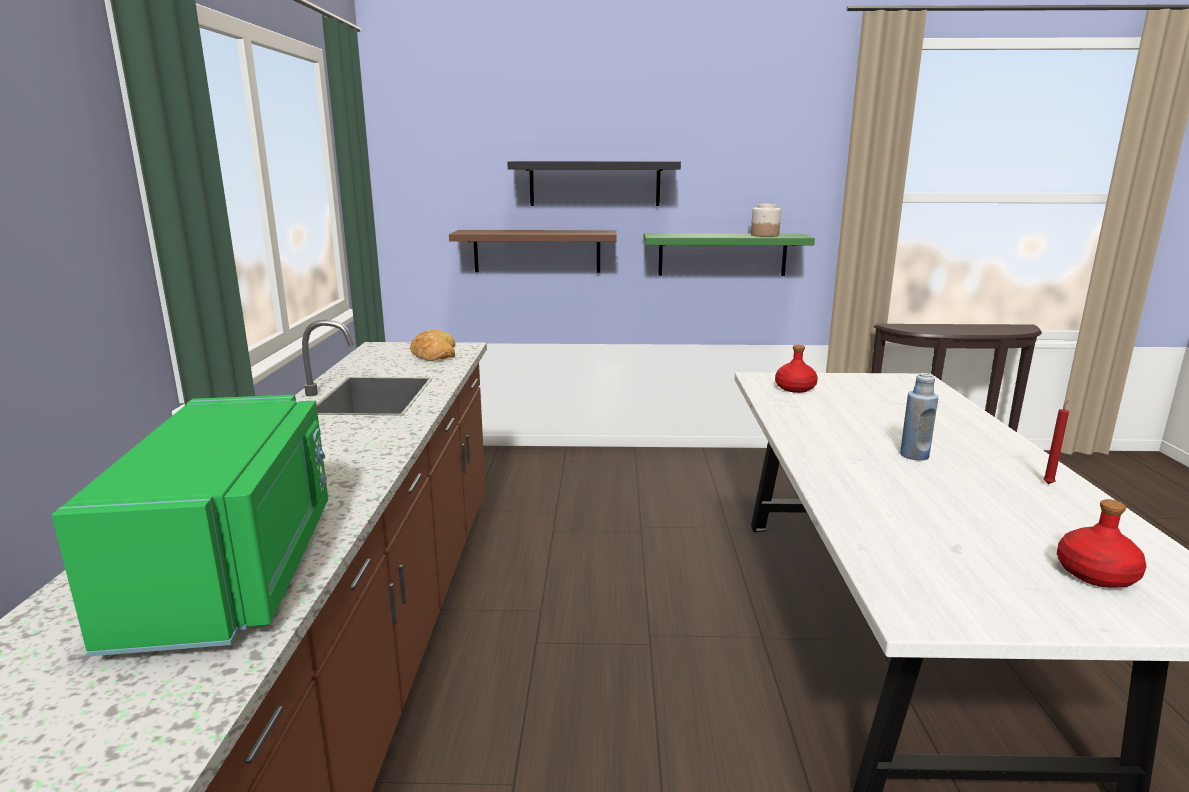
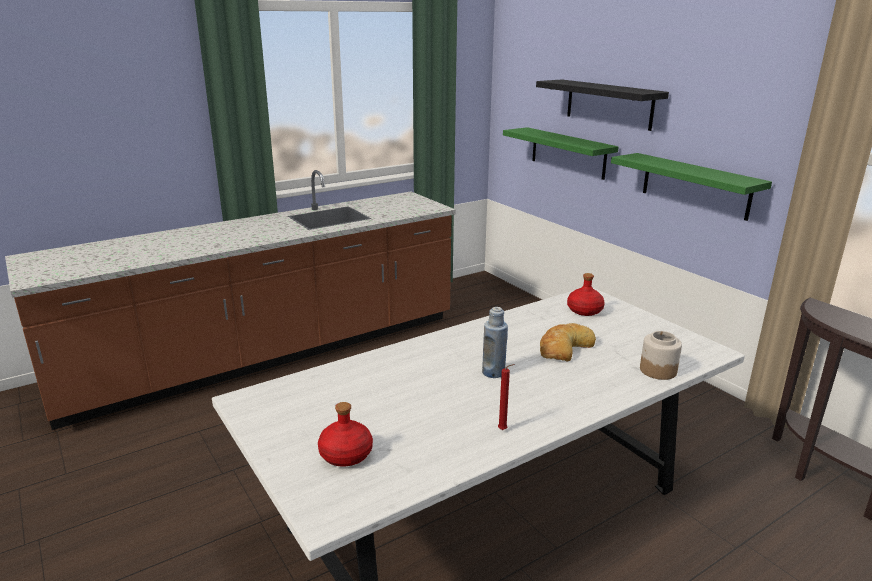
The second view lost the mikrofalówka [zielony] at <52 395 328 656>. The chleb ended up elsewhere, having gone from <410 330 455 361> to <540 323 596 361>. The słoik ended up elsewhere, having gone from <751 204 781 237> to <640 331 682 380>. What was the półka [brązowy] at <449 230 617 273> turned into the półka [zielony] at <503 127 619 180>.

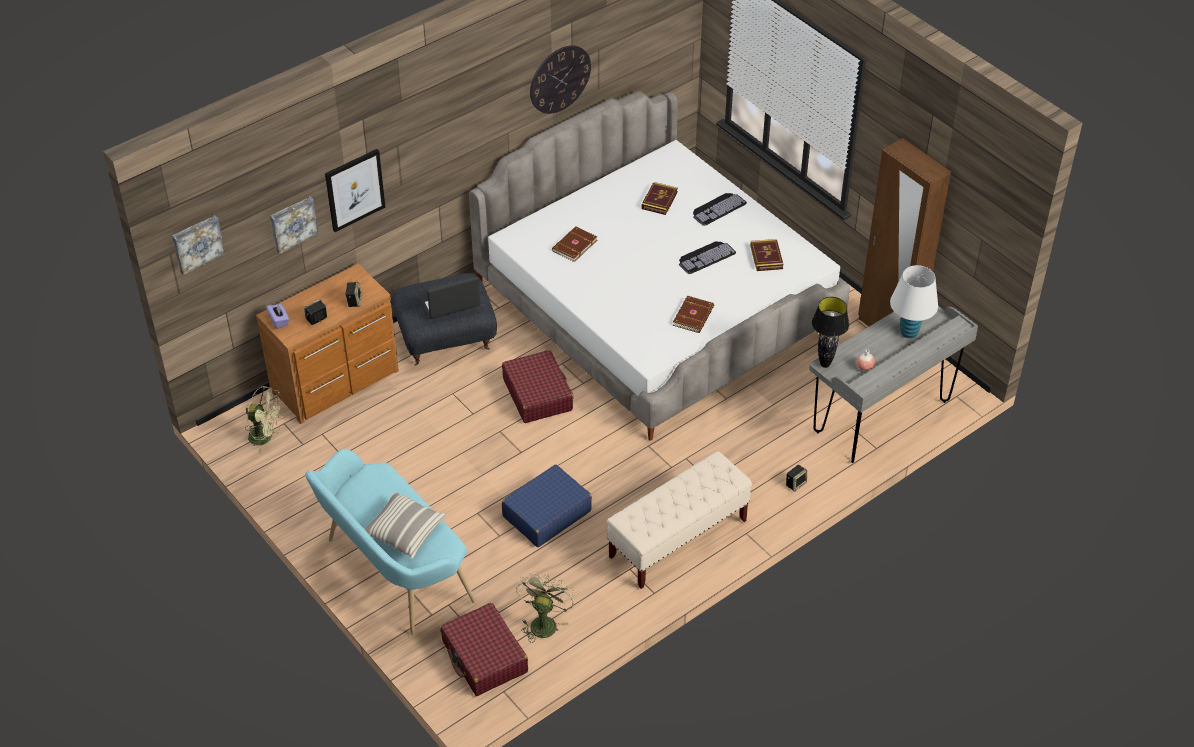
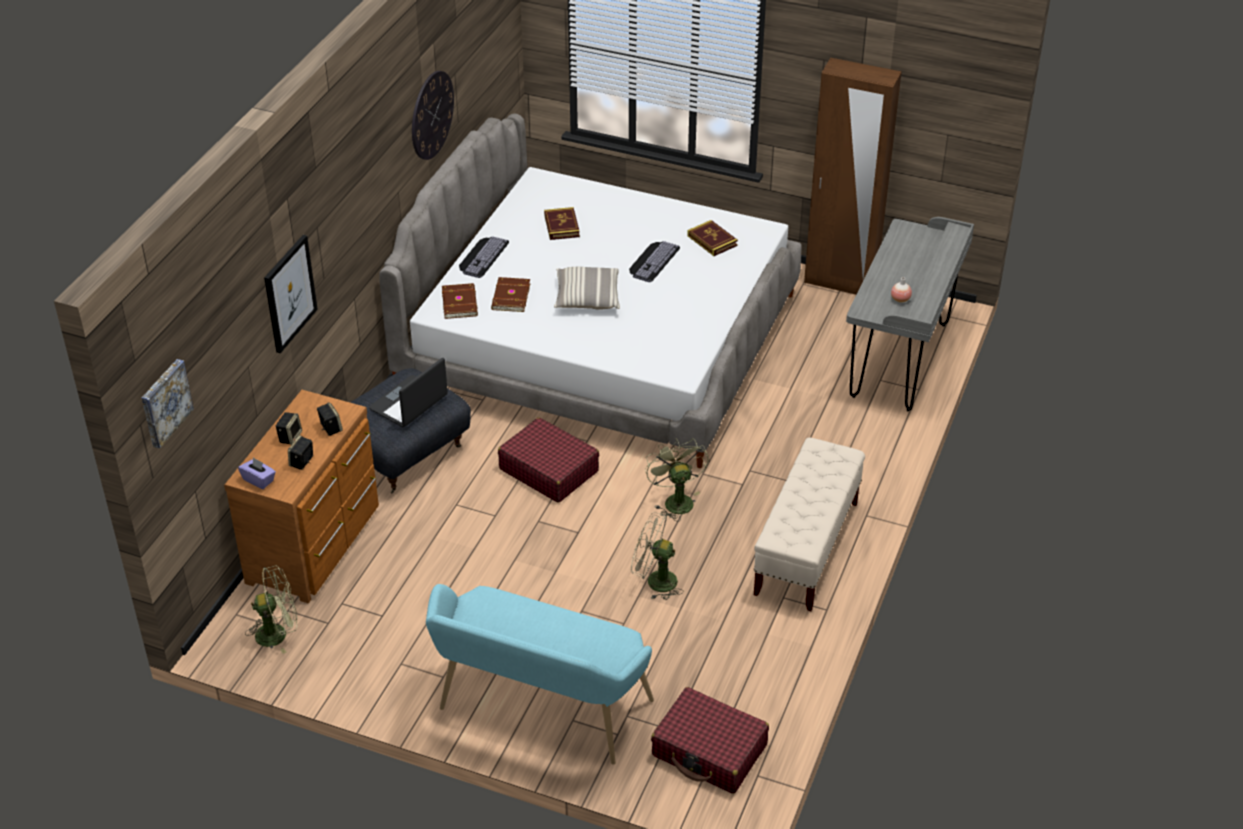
The second view lost the obraz at <270 197 319 254>. The second view lost the lampa stołowa [czarny] at <812 297 849 368>. The second view lost the lampa stołowa [biały] at <890 265 938 338>. The poduszka ended up elsewhere, having gone from <364 491 446 559> to <554 267 620 310>. The wentylator [zielony] ended up elsewhere, having gone from <516 573 575 643> to <645 438 709 521>. The książka [brązowy] ended up elsewhere, having gone from <673 295 714 333> to <442 283 478 319>. The klawiatura ended up elsewhere, having gone from <693 193 747 226> to <459 236 509 278>. The głośnik ended up elsewhere, having gone from <786 465 807 492> to <276 412 302 445>. Where the walizka [niebieski] stood at <502 465 592 547>, the wentylator [beżowy] came to stand at <631 512 684 600>.

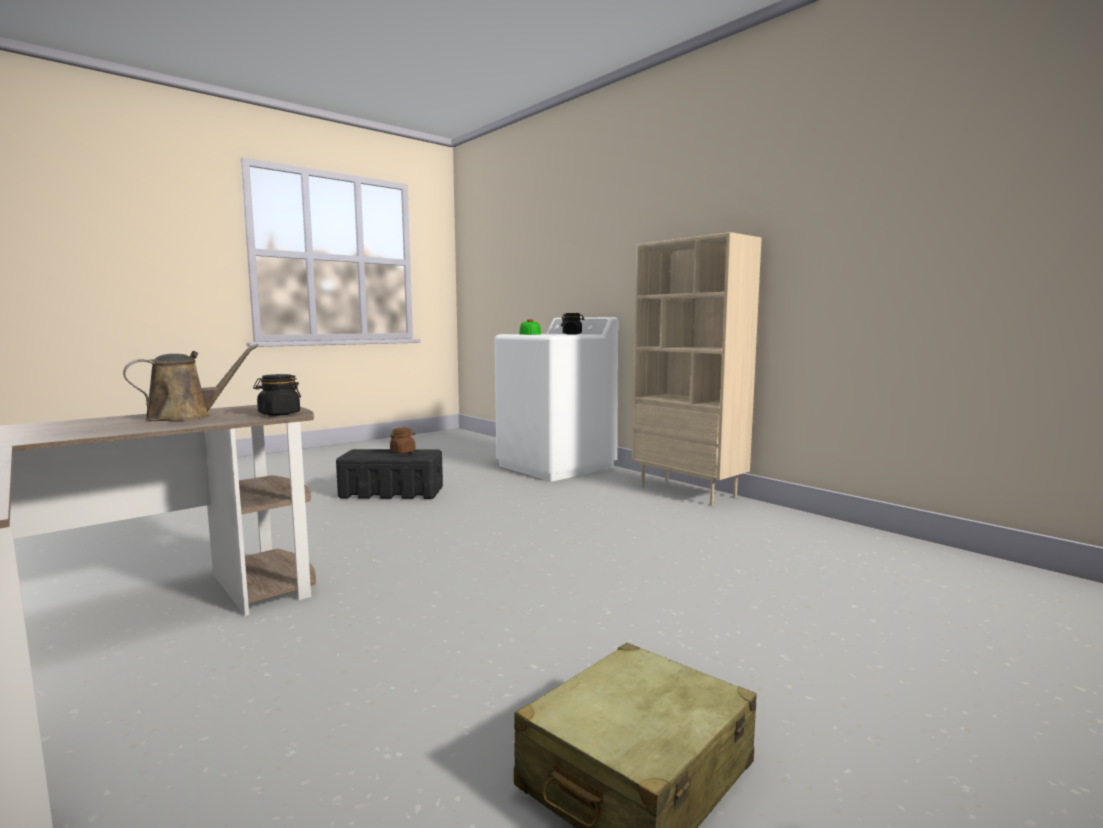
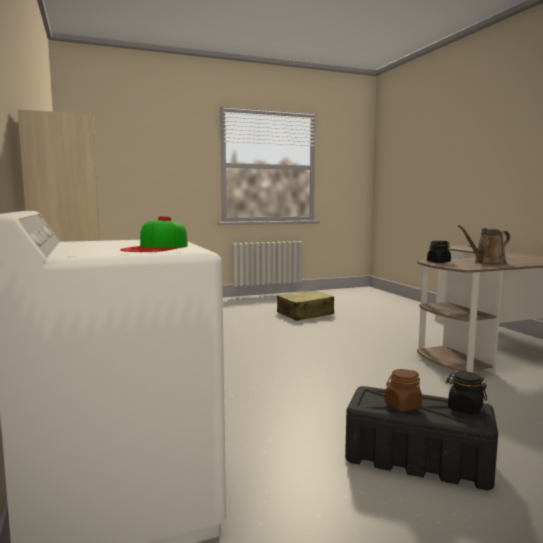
The słoik [czarny] ended up elsewhere, having gone from <561 313 584 334> to <446 371 487 414>.

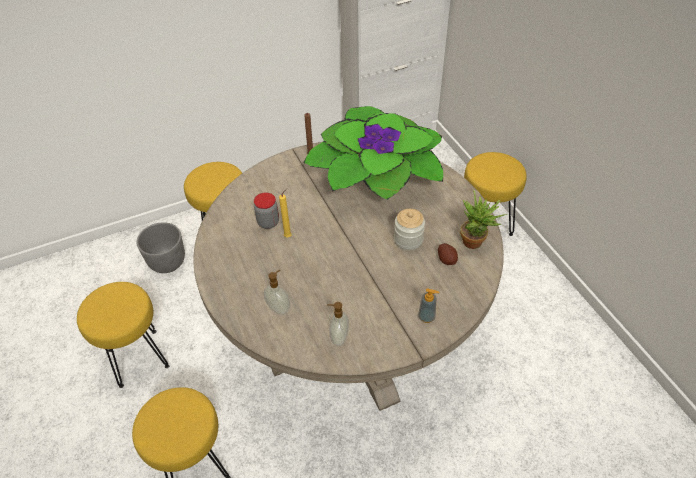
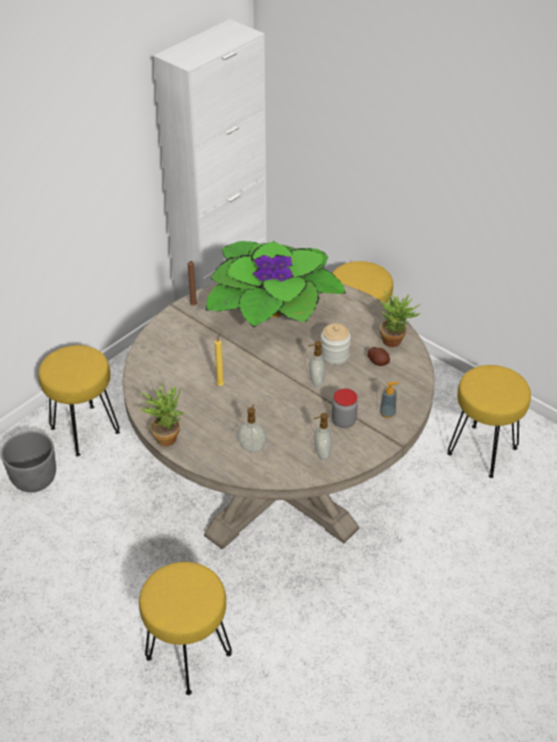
The second view gained the roślina doniczkowa at <140 382 185 446>. The second view gained the dozownik mydła at <308 341 326 387>. The stołek [żółty] ended up elsewhere, having gone from <77 282 169 388> to <447 365 531 478>. The słoik ended up elsewhere, having gone from <254 192 279 229> to <332 389 358 428>.

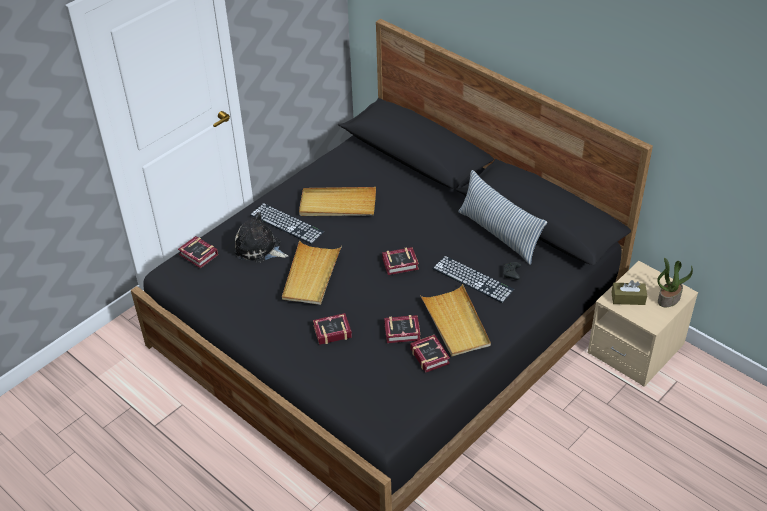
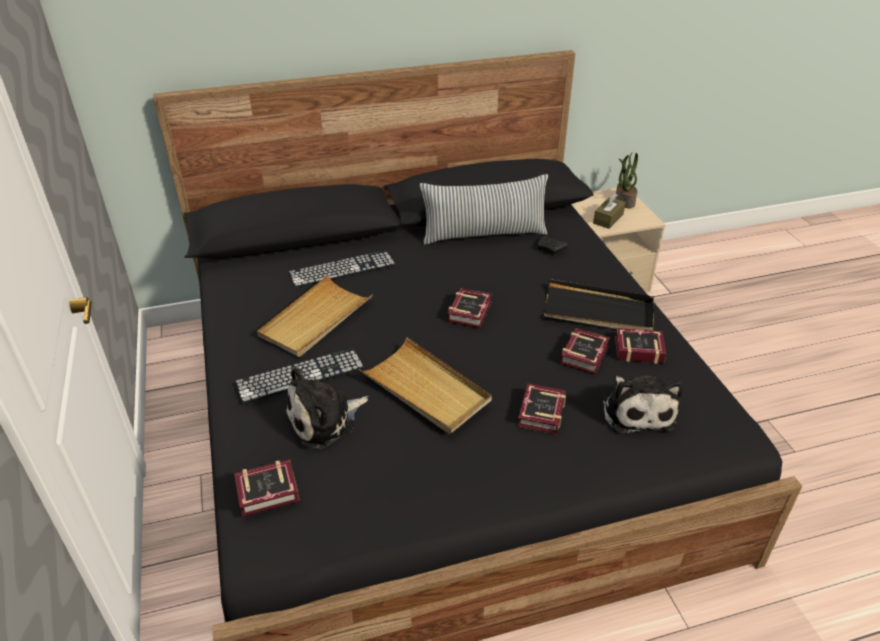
The second view gained the pluszak at <602 375 683 434>. The klawiatura ended up elsewhere, having gone from <432 256 514 303> to <289 250 395 288>. What was the taca [beżowy] at <420 284 491 356> turned into the taca [czarny] at <542 279 654 331>.

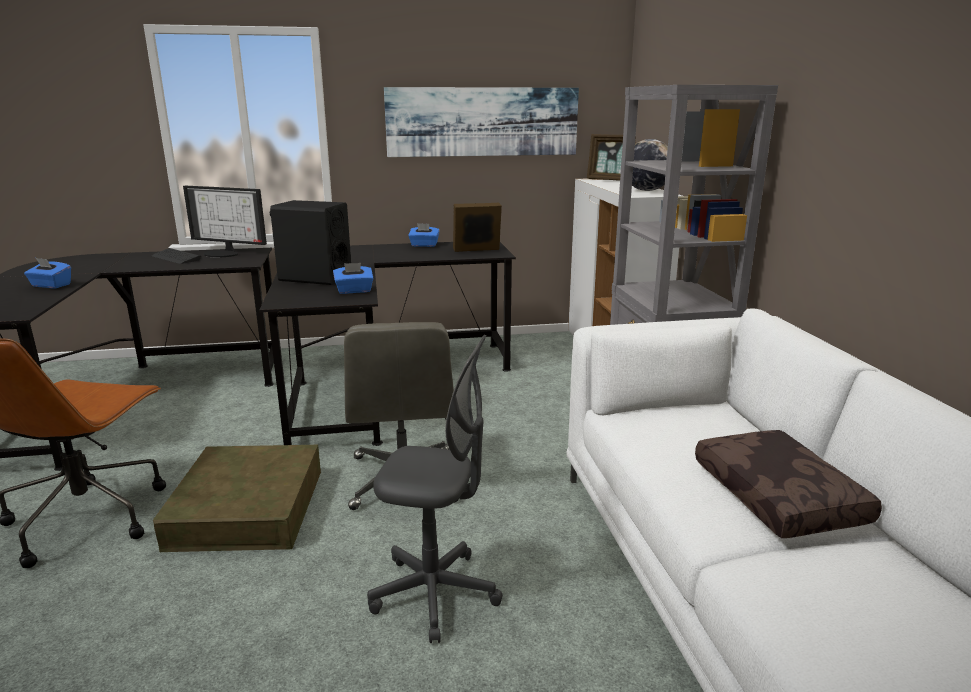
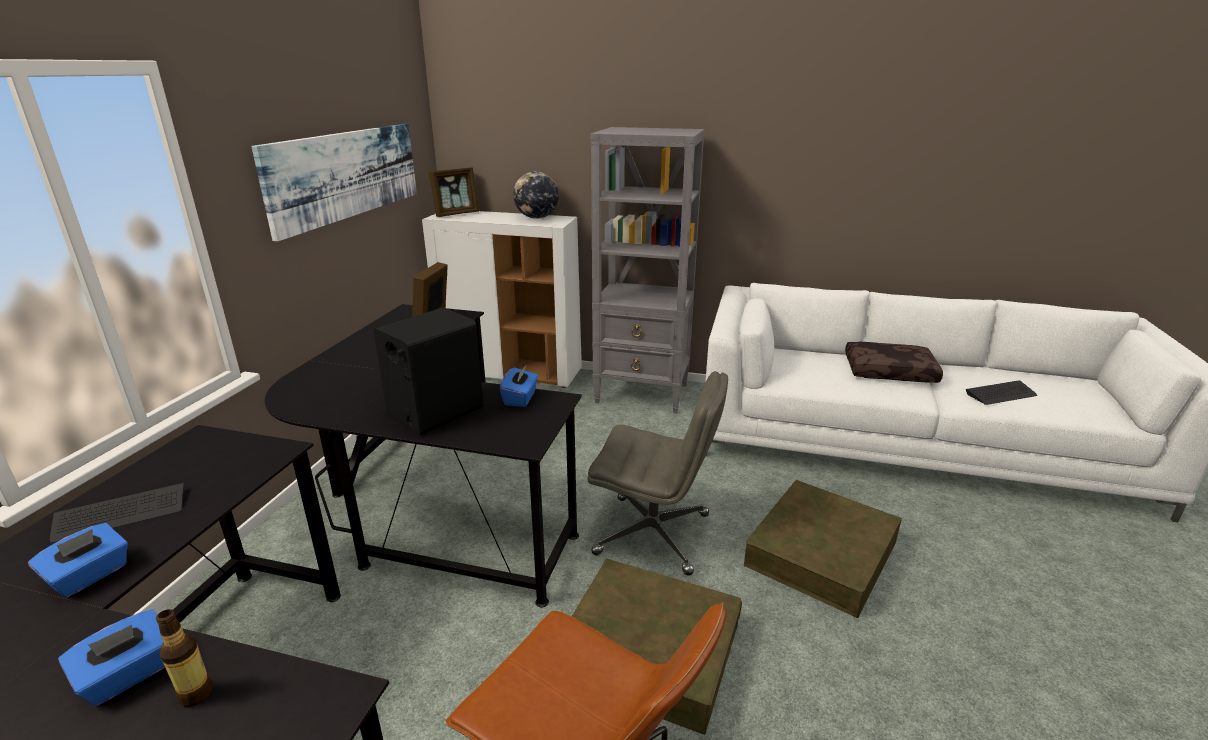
The second view lost the monitor at <183 186 267 258>. The second view gained the butelka at <156 609 213 707>. The second view gained the klawiatura at <966 380 1037 405>. The pudełko chusteczek [niebieski] ended up elsewhere, having gone from <408 223 440 247> to <28 523 128 597>. Where the krzesło biurowe [szary] stood at <367 335 503 643>, the pojemnik do przechowywania [brązowy] came to stand at <744 480 902 618>.

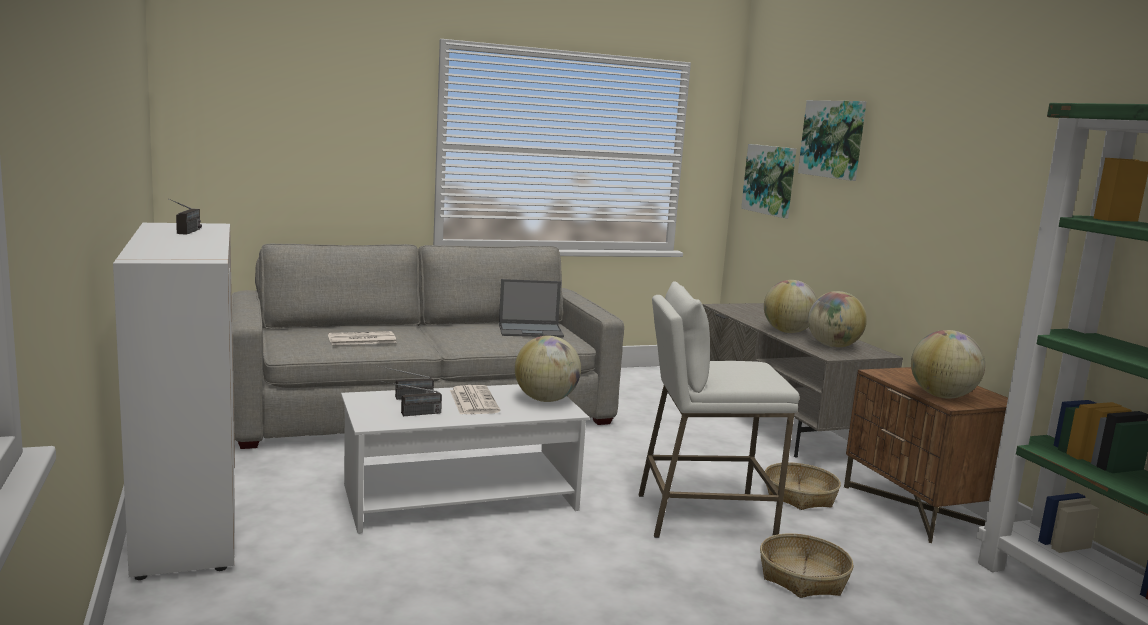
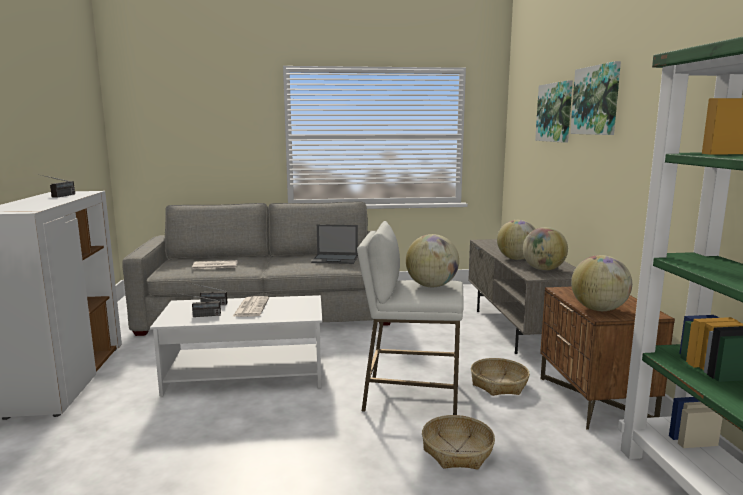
The globus ended up elsewhere, having gone from <515 335 581 402> to <406 234 459 287>. The obraz ended up elsewhere, having gone from <741 144 796 218> to <570 61 621 135>.

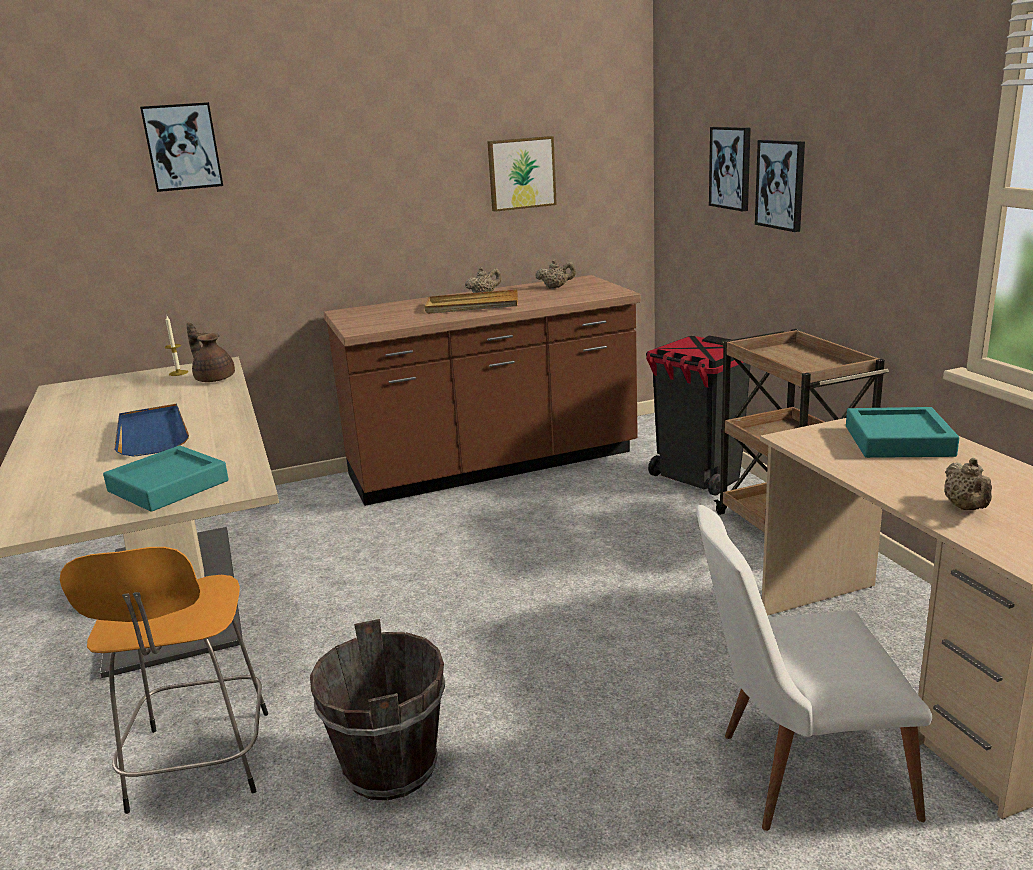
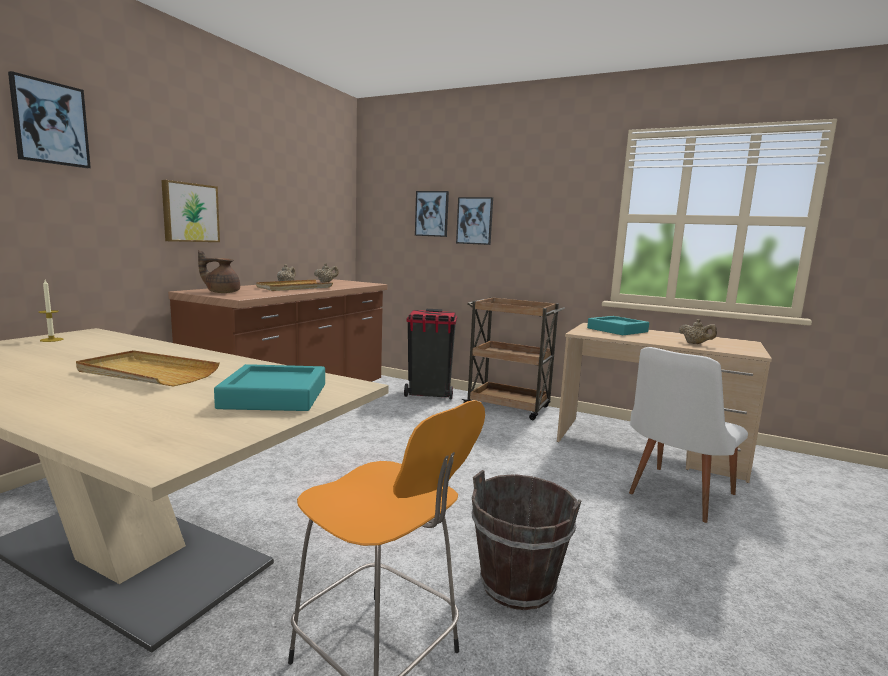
The imbryk [brązowy] ended up elsewhere, having gone from <186 323 235 382> to <198 250 240 293>. The obraz ended up elsewhere, having gone from <487 136 557 212> to <161 180 220 242>. What was the taca [niebieski] at <114 404 189 457> turned into the taca [beżowy] at <76 350 219 386>.

